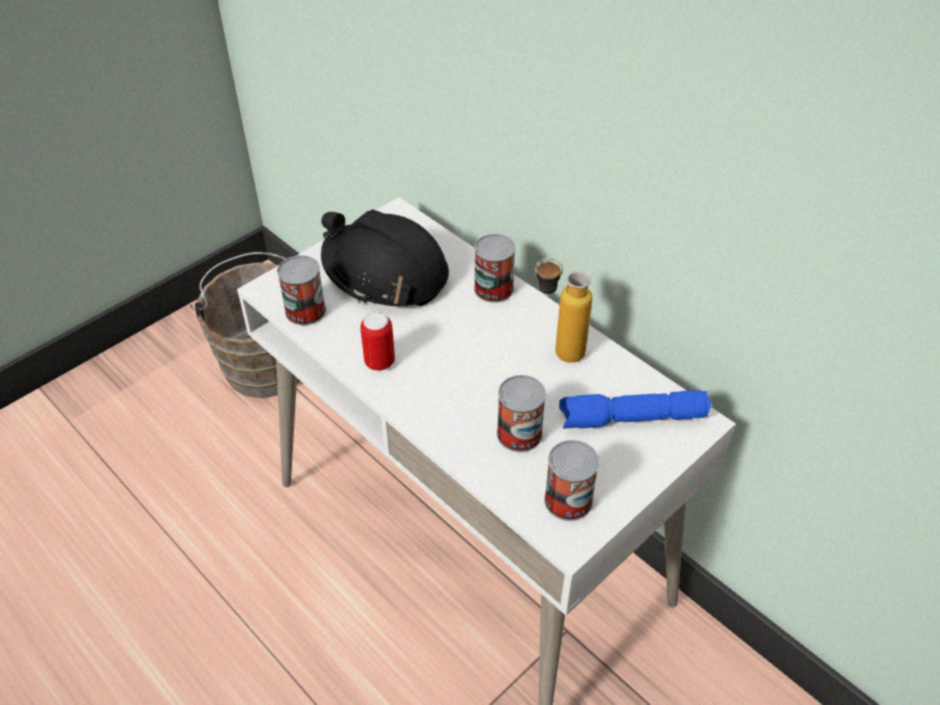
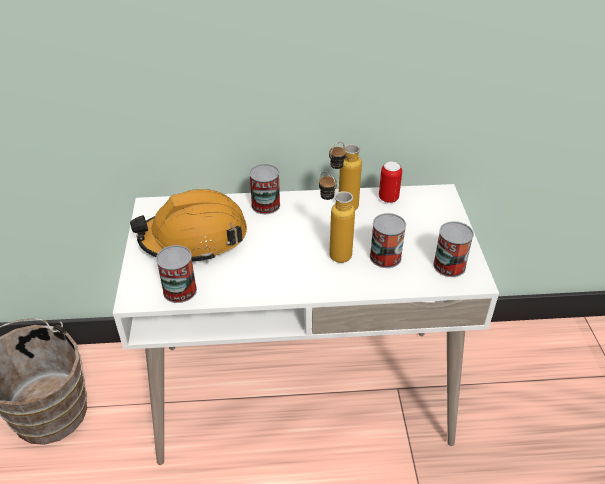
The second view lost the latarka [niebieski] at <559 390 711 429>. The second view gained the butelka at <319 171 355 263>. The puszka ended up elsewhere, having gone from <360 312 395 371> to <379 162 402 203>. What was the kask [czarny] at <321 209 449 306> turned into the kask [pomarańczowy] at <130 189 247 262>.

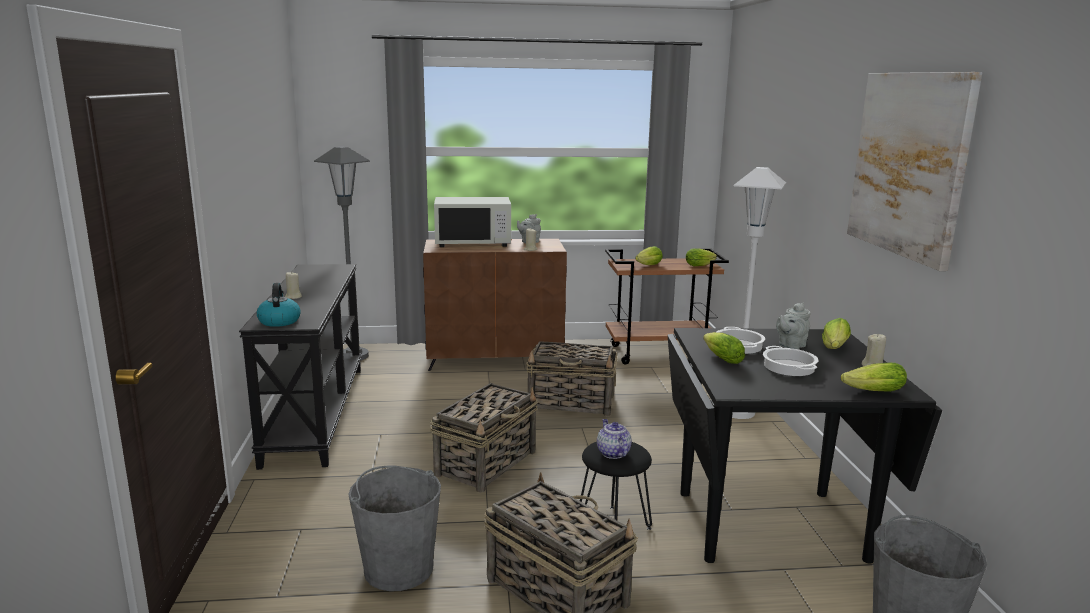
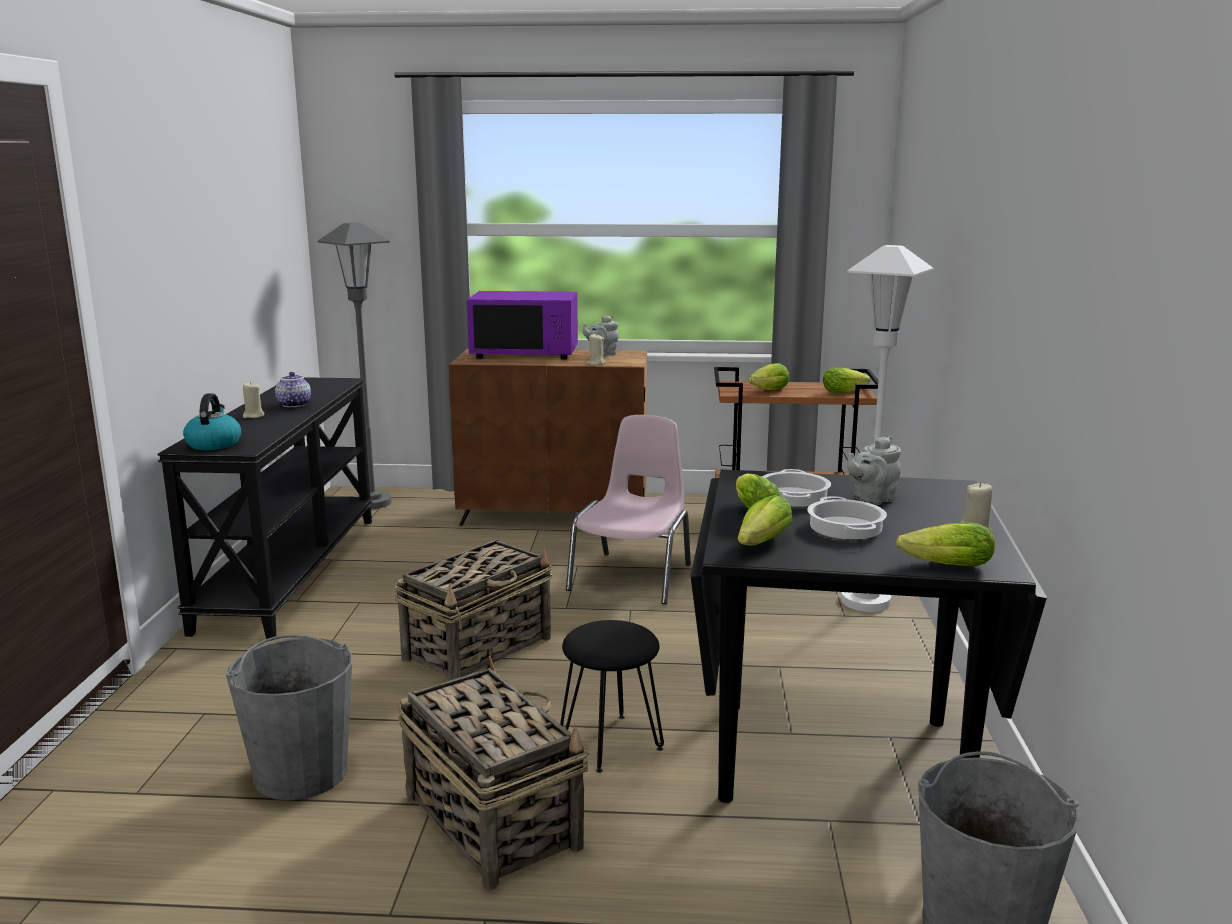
The second view lost the obraz at <847 72 983 271>. The imbryk ended up elsewhere, having gone from <597 419 632 459> to <275 372 311 407>. The sałata ended up elsewhere, having gone from <822 318 851 349> to <737 495 792 546>. Where the koszyk stood at <526 341 617 416>, the krzesło [różowy] came to stand at <566 415 691 604>. What was the mikrofalówka [biały] at <434 197 511 247> turned into the mikrofalówka [fioletowy] at <467 291 578 360>.

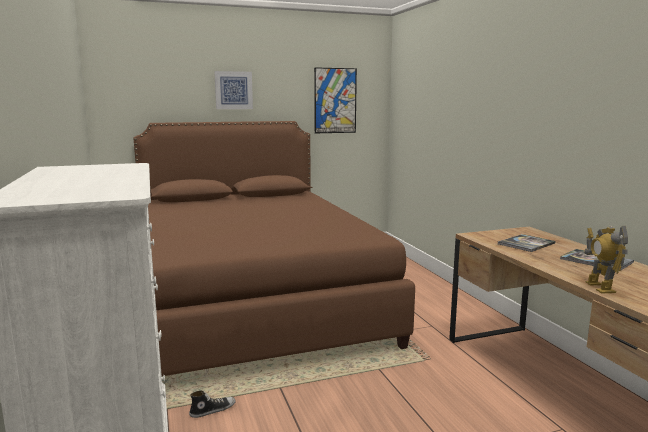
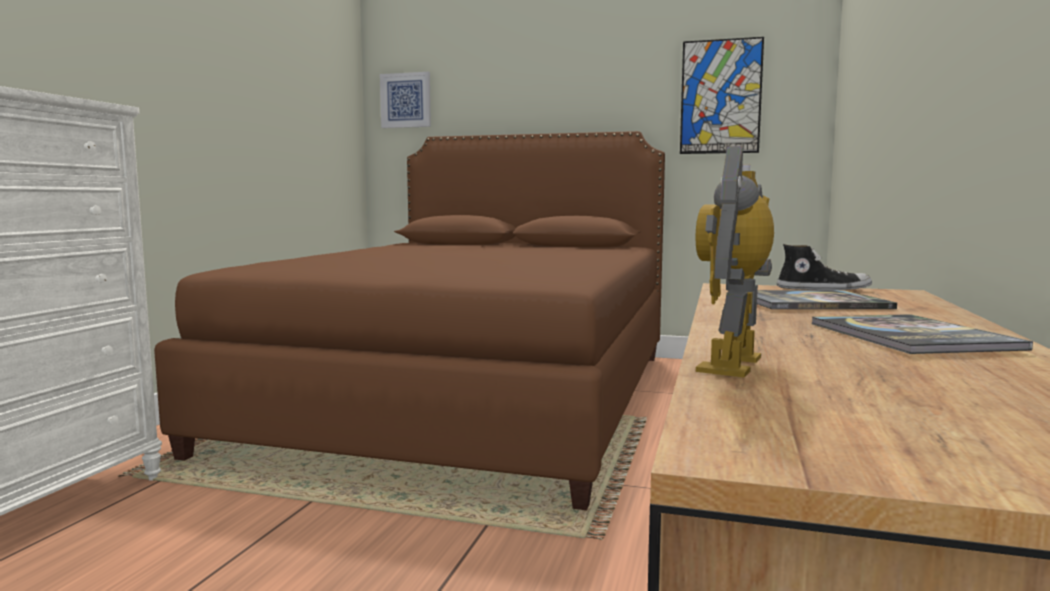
The but ended up elsewhere, having gone from <189 391 236 418> to <777 244 872 290>. The obraz ended up elsewhere, having gone from <214 71 253 109> to <380 72 431 128>.

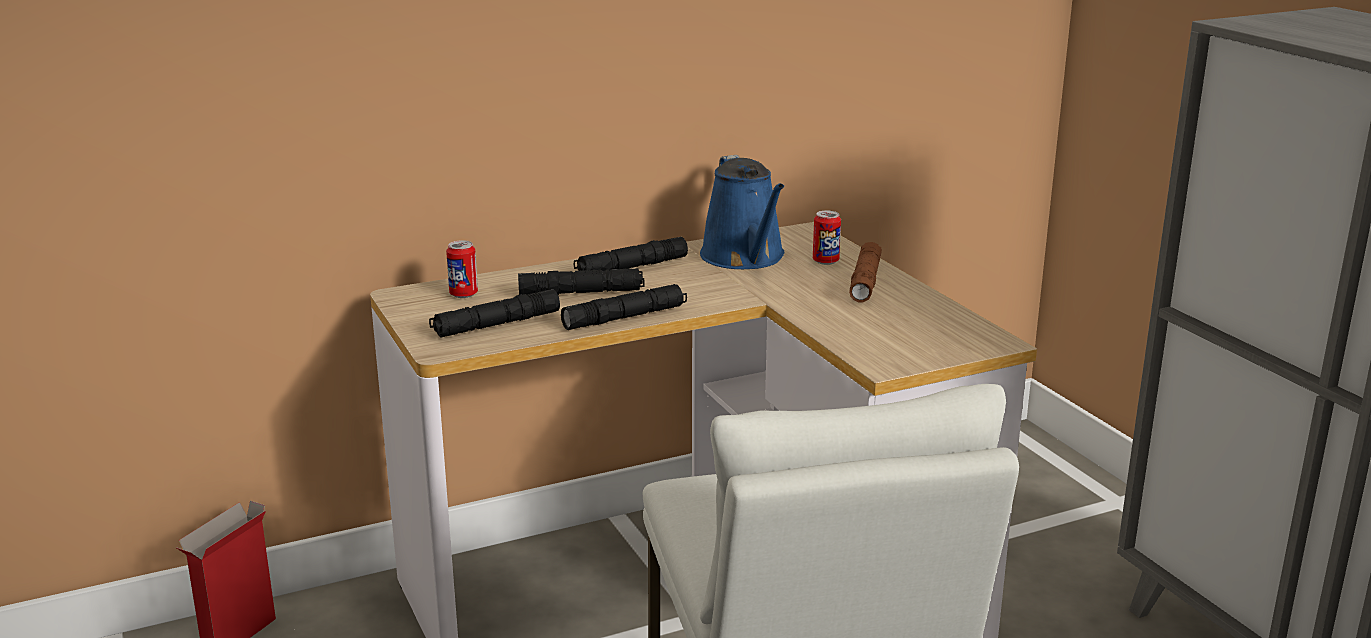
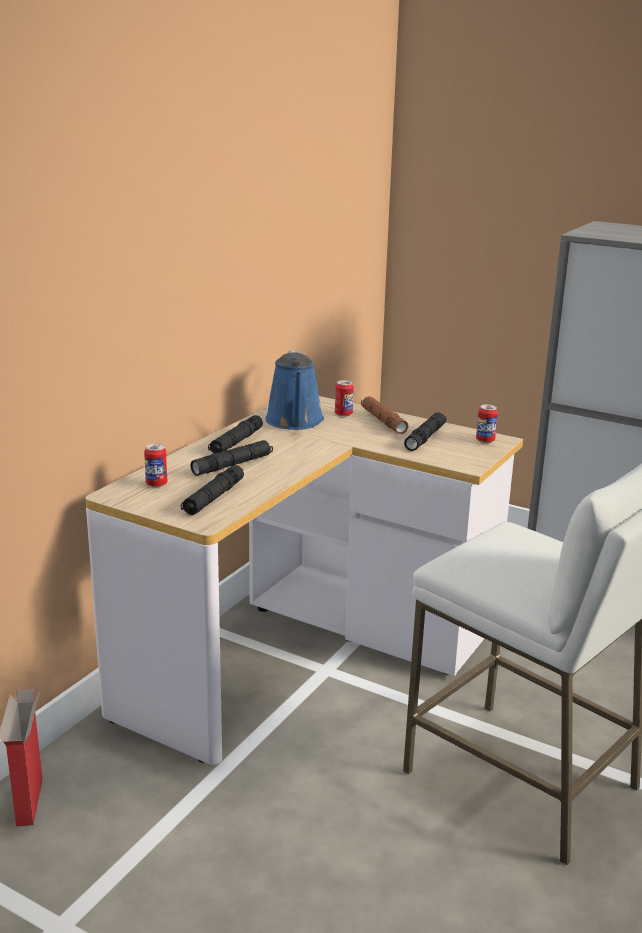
The second view gained the puszka at <476 404 498 443>. The latarka [czarny] ended up elsewhere, having gone from <561 284 687 330> to <404 412 447 451>. The konewka [niebieski] at <700 155 785 269> ended up facing another way, 45 degrees clockwise from before.

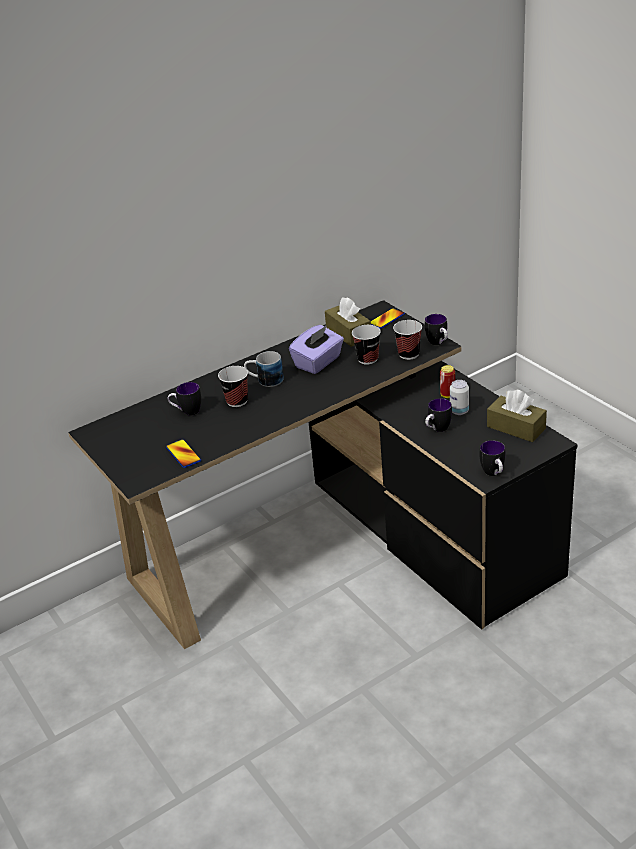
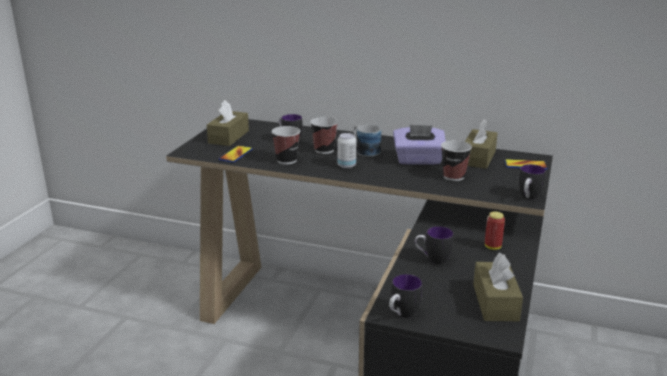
The second view gained the pudełko chusteczek [brązowy] at <207 100 249 146>. The filiżanka ended up elsewhere, having gone from <393 320 422 360> to <272 126 300 165>. The puszka ended up elsewhere, having gone from <450 380 469 415> to <337 133 356 169>.

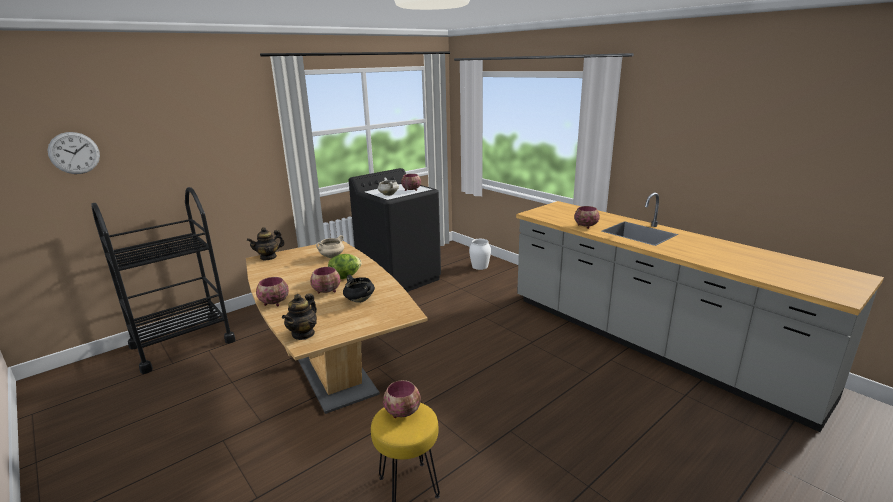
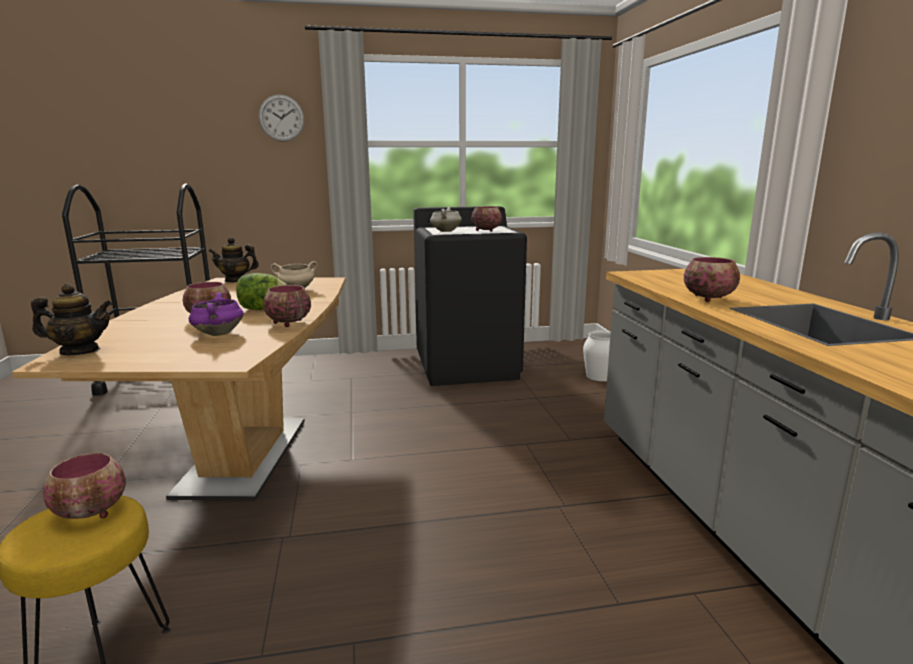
The zegar ścienny ended up elsewhere, having gone from <47 132 100 174> to <259 94 305 142>. The miska ended up elsewhere, having gone from <256 277 289 306> to <263 285 311 327>. What was the garnek [czarny] at <343 274 375 303> turned into the garnek [fioletowy] at <189 292 244 336>. The imbryk at <282 293 317 340> ended up facing another way, 150 degrees counterclockwise from before.

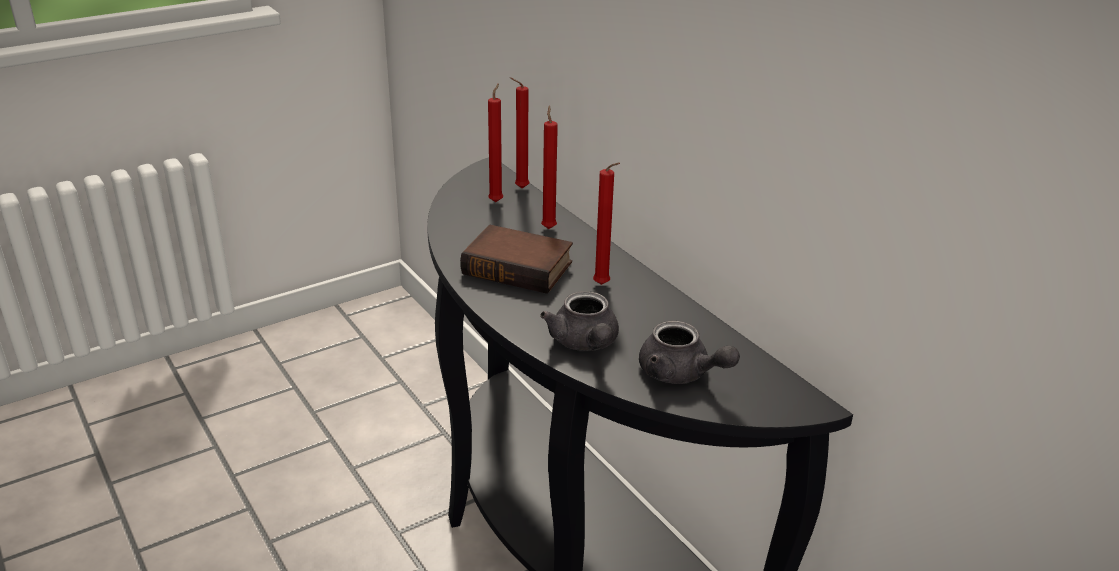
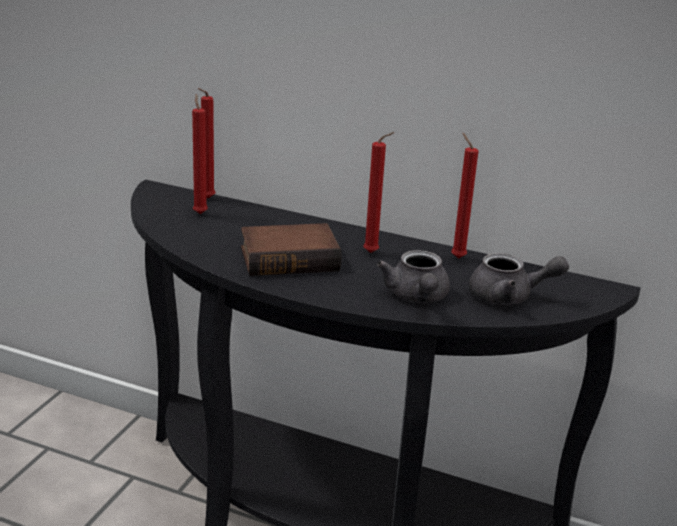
The świeca [czerwony] ended up elsewhere, having gone from <541 106 558 229> to <451 133 479 259>. The imbryk [szary] at <540 291 619 351> ended up facing another way, 45 degrees clockwise from before.

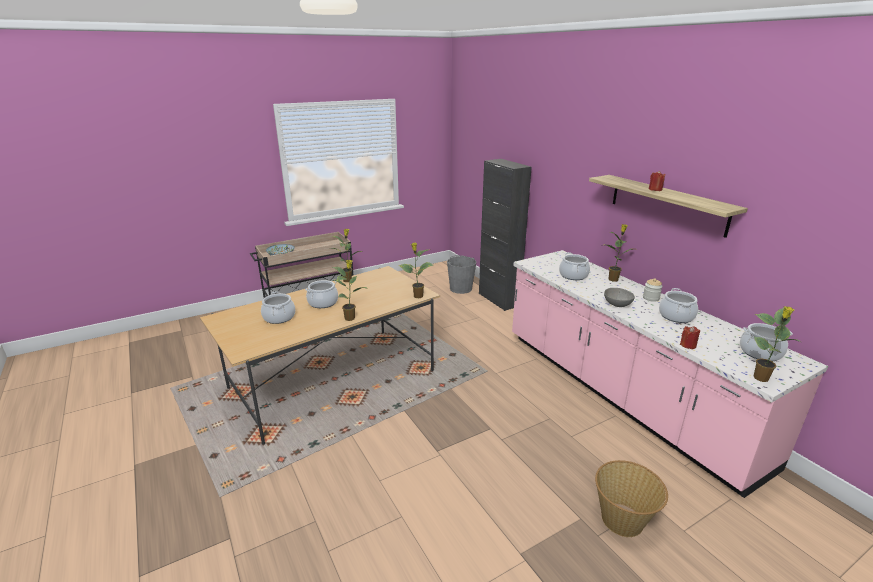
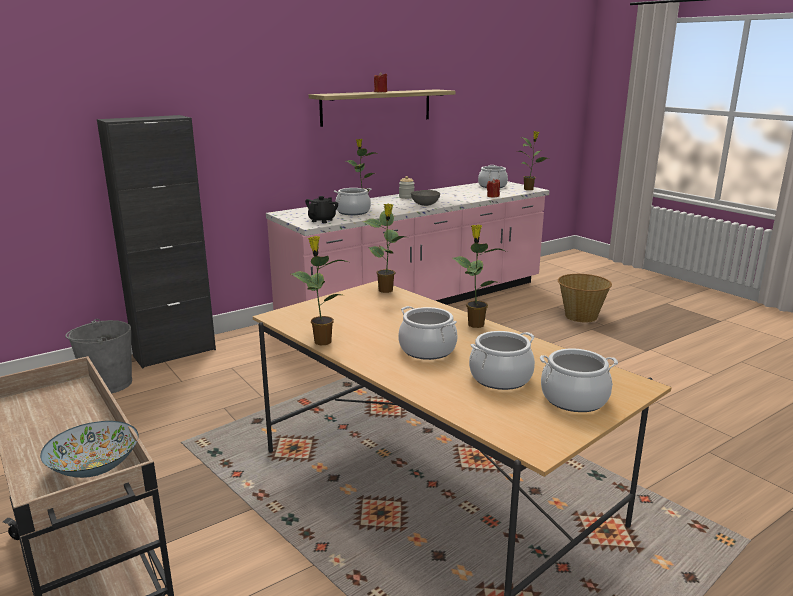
The second view gained the imbryk [czarny] at <305 196 338 223>. The garnek ended up elsewhere, having gone from <659 288 698 323> to <540 348 618 412>.

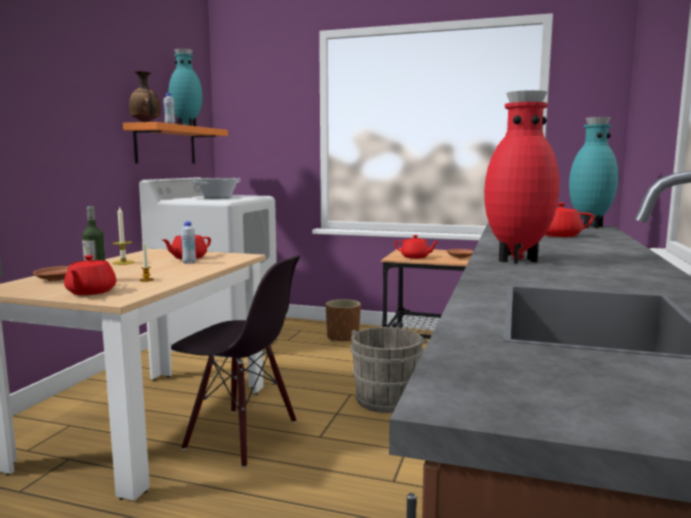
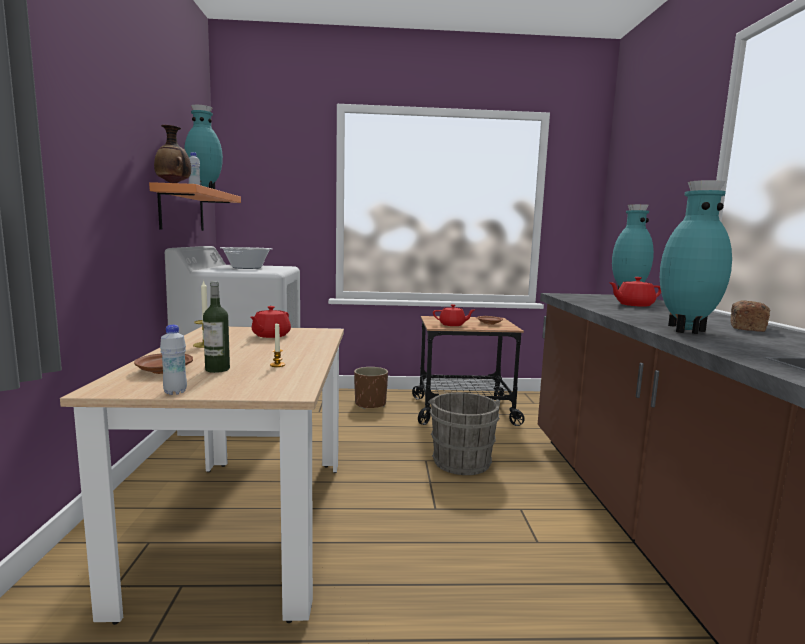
The second view lost the imbryk [czerwony] at <64 255 116 295>. The second view lost the krzesło [czarny] at <171 256 300 468>. The second view gained the chleb at <731 300 770 332>. The butelka [biały] ended up elsewhere, having gone from <181 221 196 264> to <160 325 187 395>. What was the wazon [czerwony] at <484 90 559 264> turned into the wazon [turkusowy] at <660 180 732 334>.

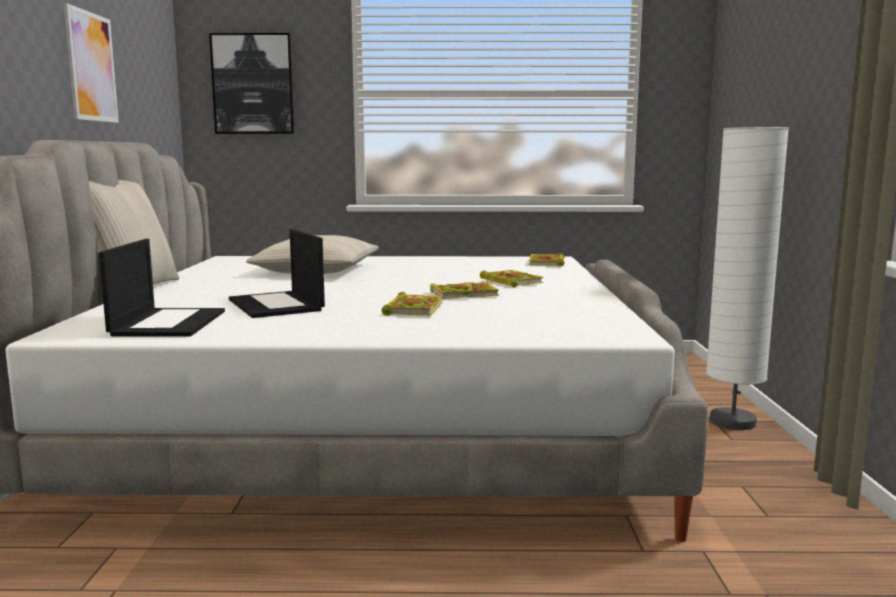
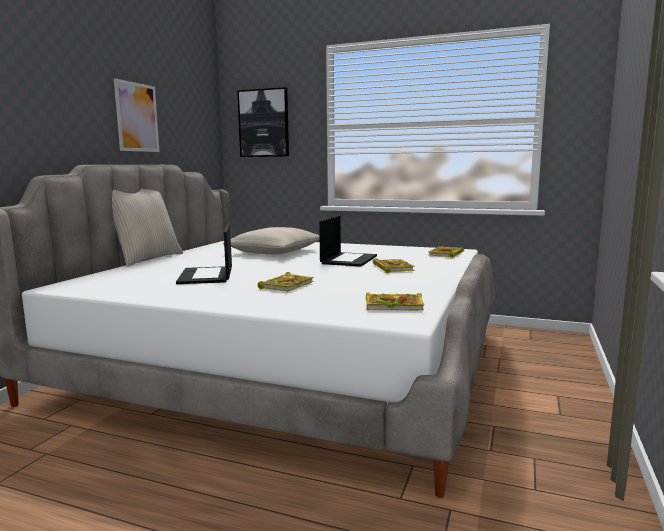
The second view lost the lampa stojąca [biały] at <706 127 789 430>. The laptop ended up elsewhere, having gone from <99 239 225 337> to <319 215 377 267>. The książka ended up elsewhere, having gone from <430 280 499 299> to <366 292 424 310>.

